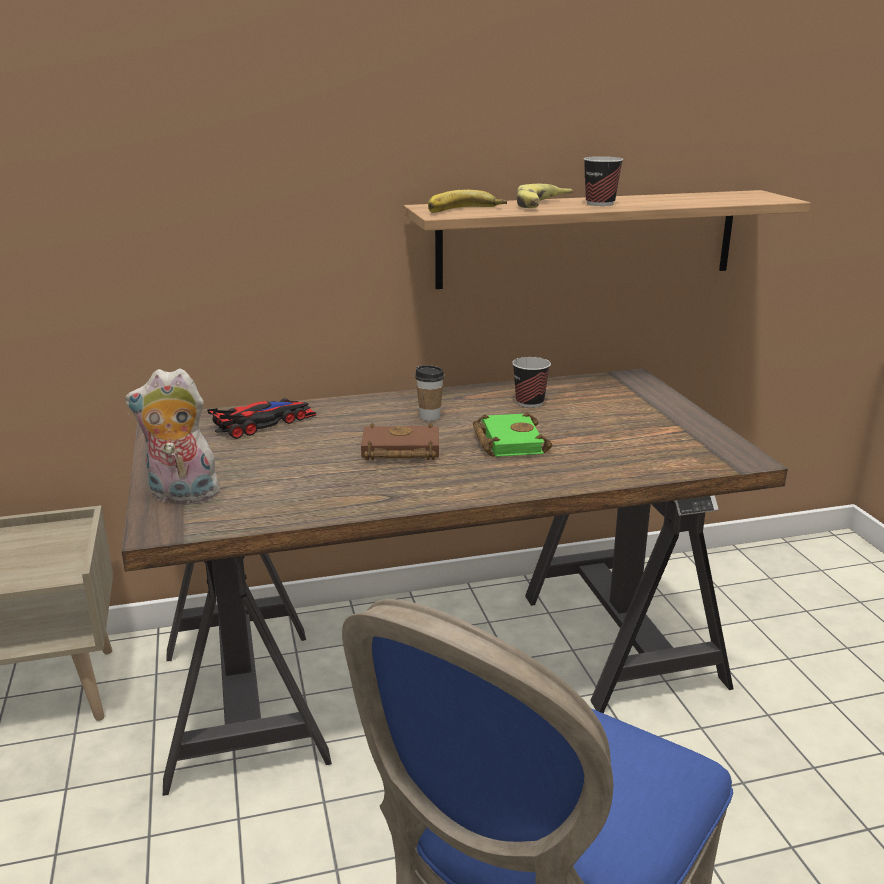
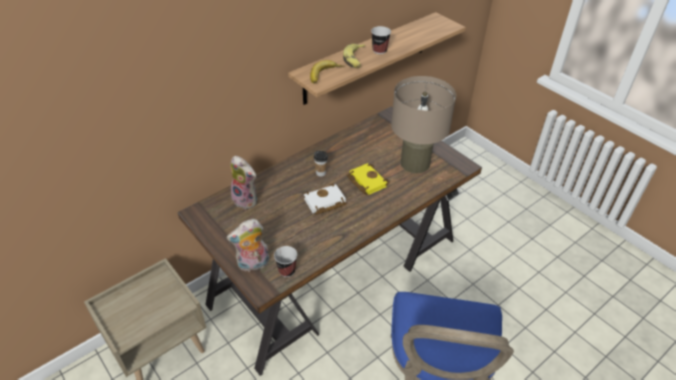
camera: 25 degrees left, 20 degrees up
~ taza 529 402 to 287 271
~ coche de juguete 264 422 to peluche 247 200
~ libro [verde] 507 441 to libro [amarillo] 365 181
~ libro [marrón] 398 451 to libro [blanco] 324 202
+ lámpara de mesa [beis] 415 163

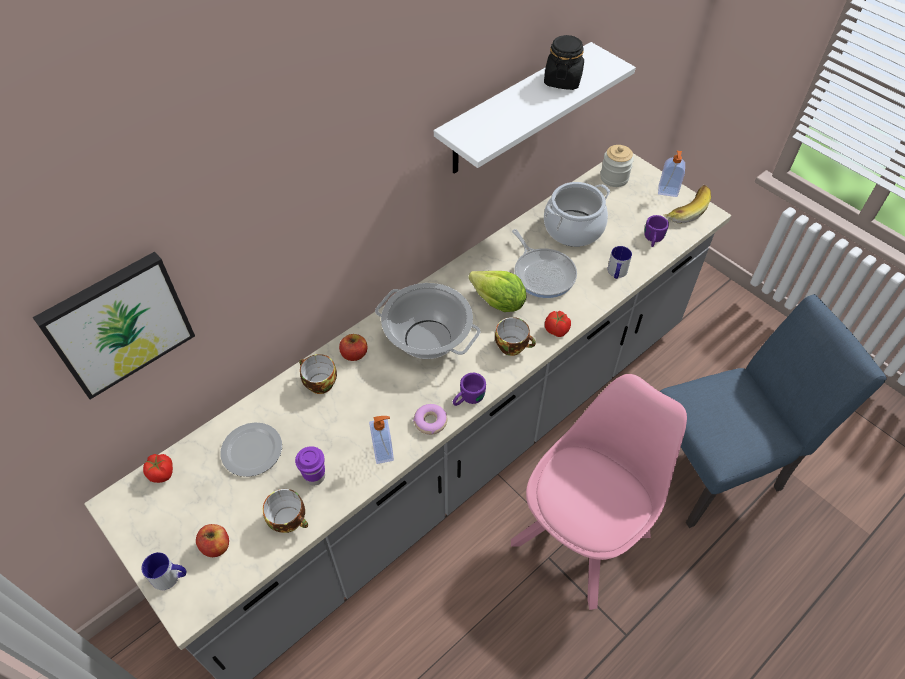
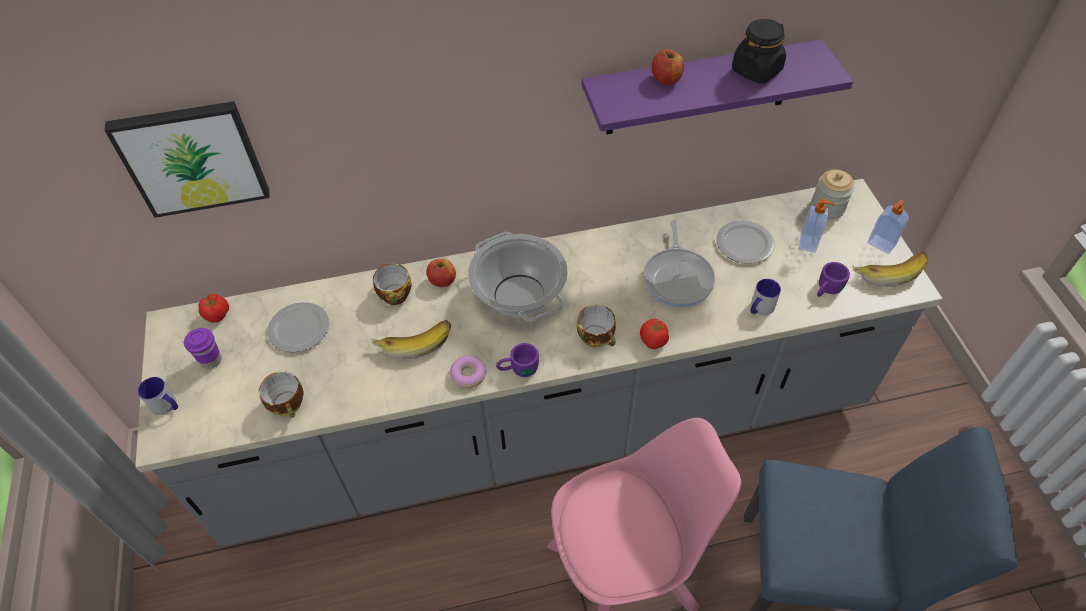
camera: 30 degrees right, 0 degrees up
~ estante [blanco] 514 110 to estante [morado] 699 88
~ olla 573 229 to plato 743 244
- lechuga 498 303
~ dispensador de jabón 384 451 to 808 243
~ taza [morado] 315 476 to 211 360
~ manzana 216 546 to 666 79
+ plátano 414 341

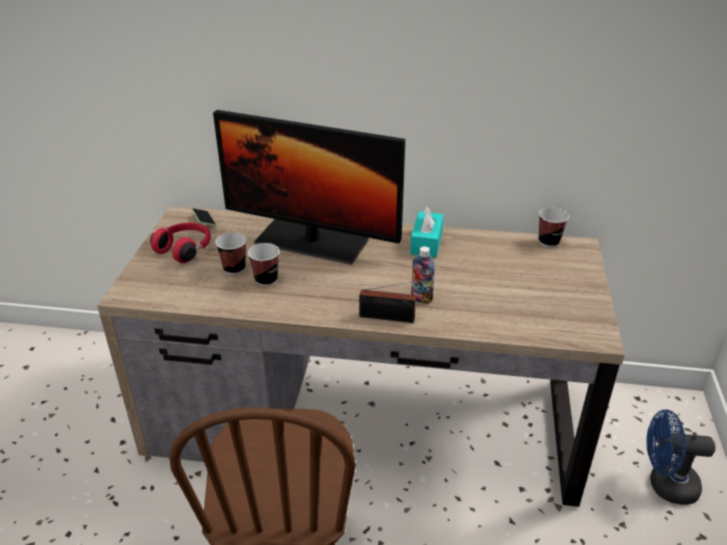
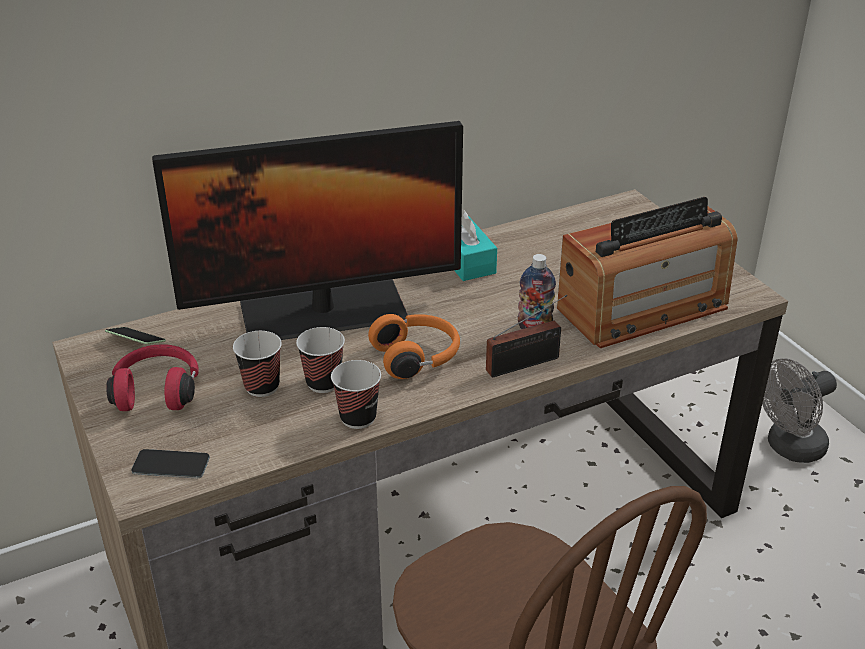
camera: 35 degrees left, 0 degrees up
~ taza 548 242 to 358 418
~ ventilador [azul] 665 485 to ventilador [gris] 789 448
+ radio 643 308
+ auriculares [naranja] 417 357
+ móvil 171 464

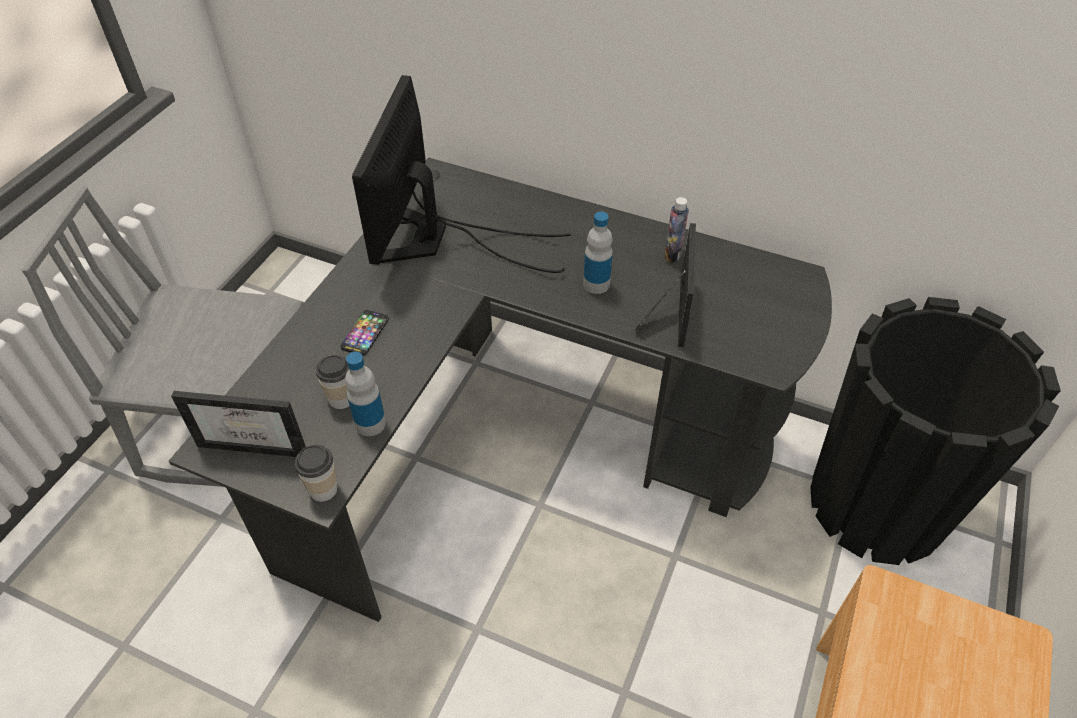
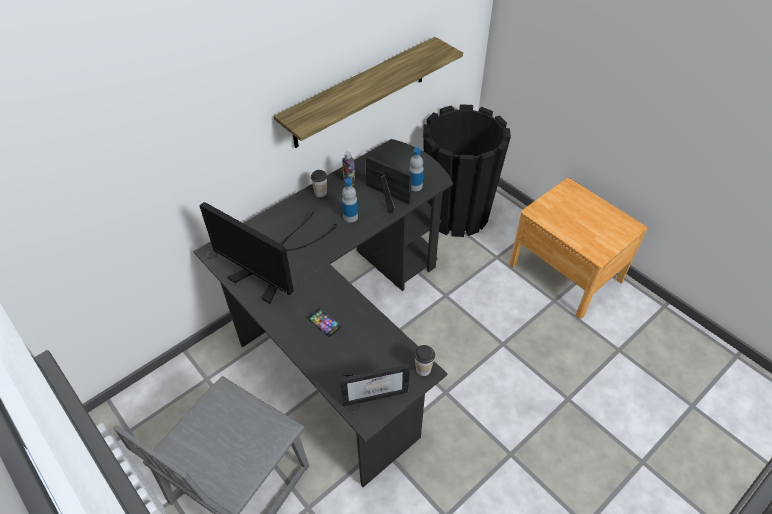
camera: 65 degrees left, 0 degrees up
~ botella 370 423 to 415 186
~ taza 341 399 to 320 193
~ portarretratos 258 440 = 375 391 45 degrees clockwise
+ estante 360 93

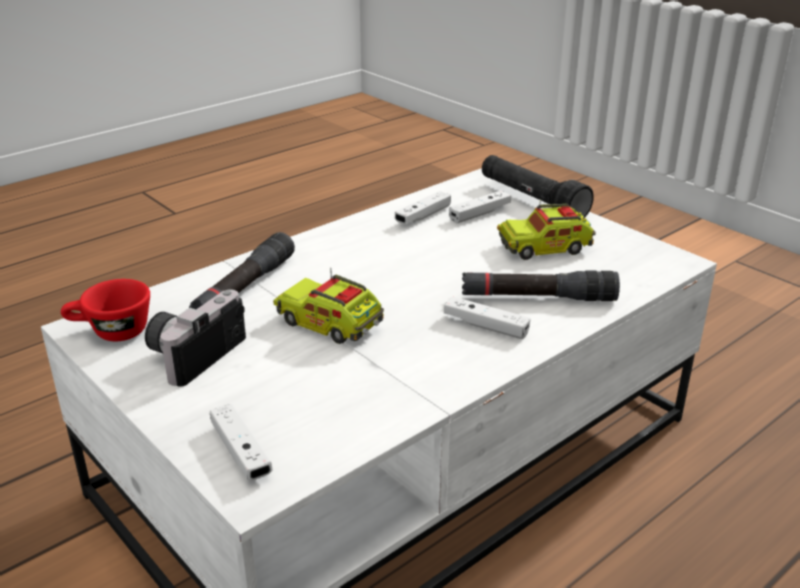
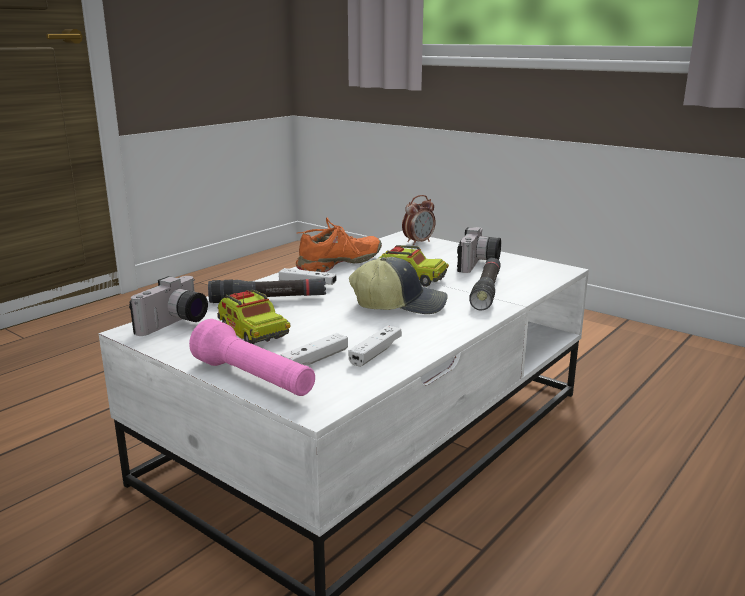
camera: 170 degrees right, 10 degrees down
~ linterna [negro] 531 201 to linterna [rosa] 254 379
~ camión de juguete 545 247 = 252 332 75 degrees clockwise
- taza [rojo] 111 332
~ mando de consola [blanco] 241 452 to despertador 418 242
+ zapato [naranja] 339 264
+ gorra 400 304
+ cámara 175 324

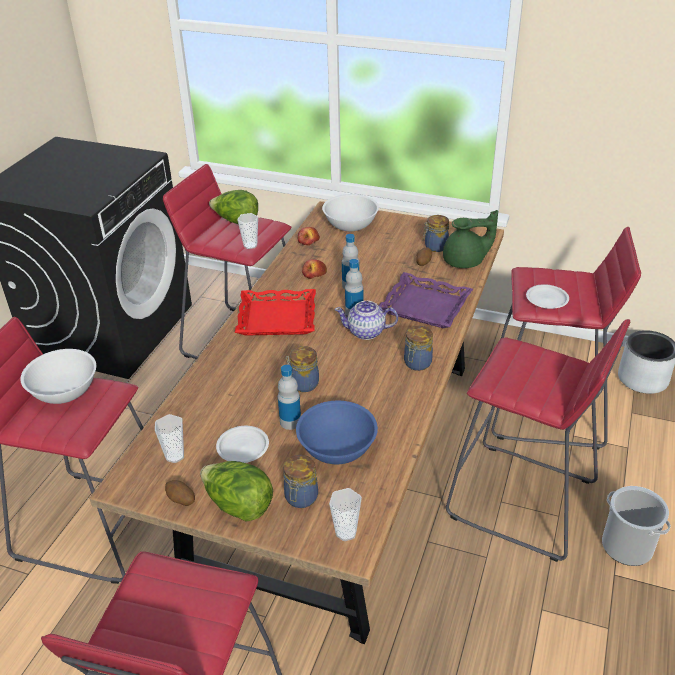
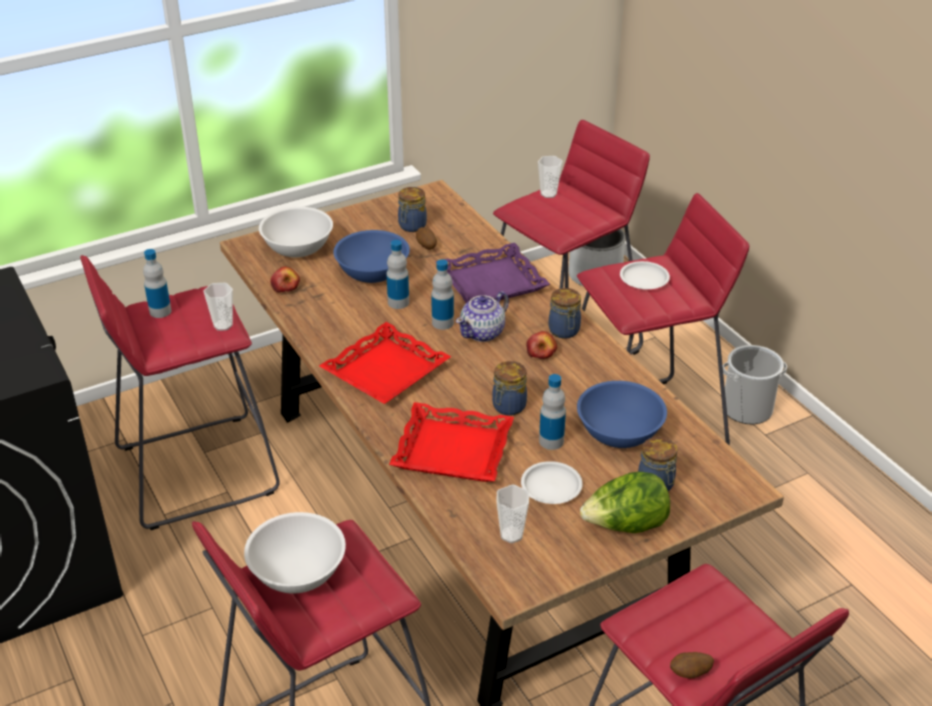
camera: 50 degrees left, 0 degrees up
~ lechuga 236 221 to botella 160 311
- tetera [verde] 465 262
~ manzana 314 275 to 541 352
~ plato [blanco] 547 299 to 644 279
~ patata 181 500 to 690 673
~ taza 346 532 to 548 194
+ cuenco [azul] 372 273
+ bandeja [rojo] 453 450

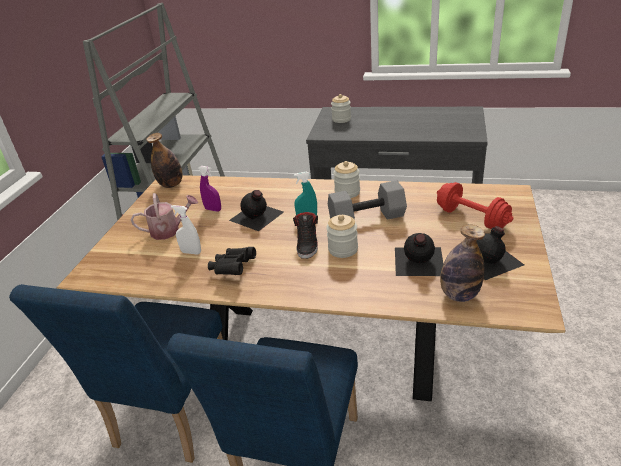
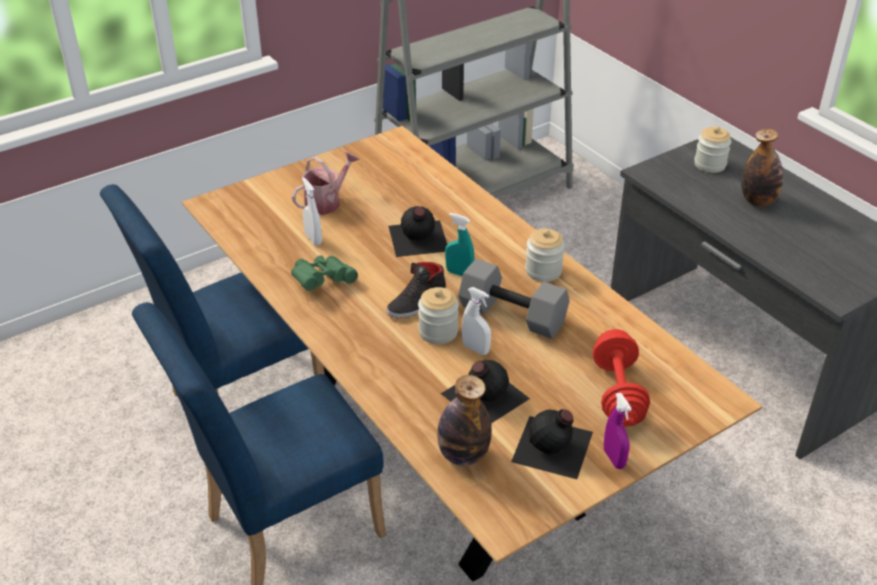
camera: 40 degrees right, 5 degrees up
~ botella 171 184 to 758 201
~ pulverizador [morado] 213 209 to 614 459
~ regadera 169 230 = 326 202 75 degrees counterclockwise
~ prismáticos [negro] 233 269 to prismáticos [verde] 322 281
+ pulverizador [blanco] 475 349

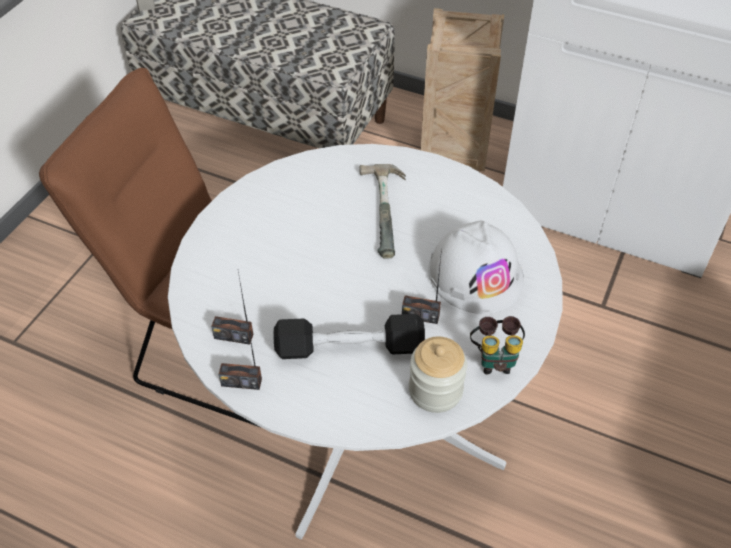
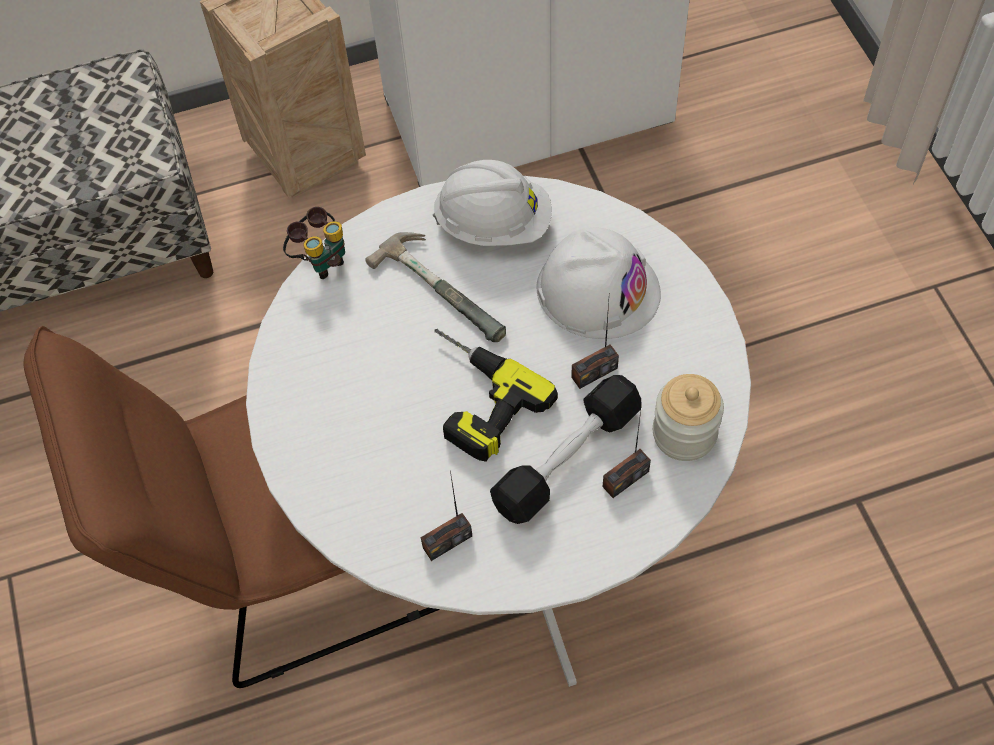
camera: 40 degrees left, 10 degrees up
~ radio 241 382 to 625 478
~ prismáticos 495 359 to 320 260
+ casco [blanco] 494 224
+ taladro 471 398

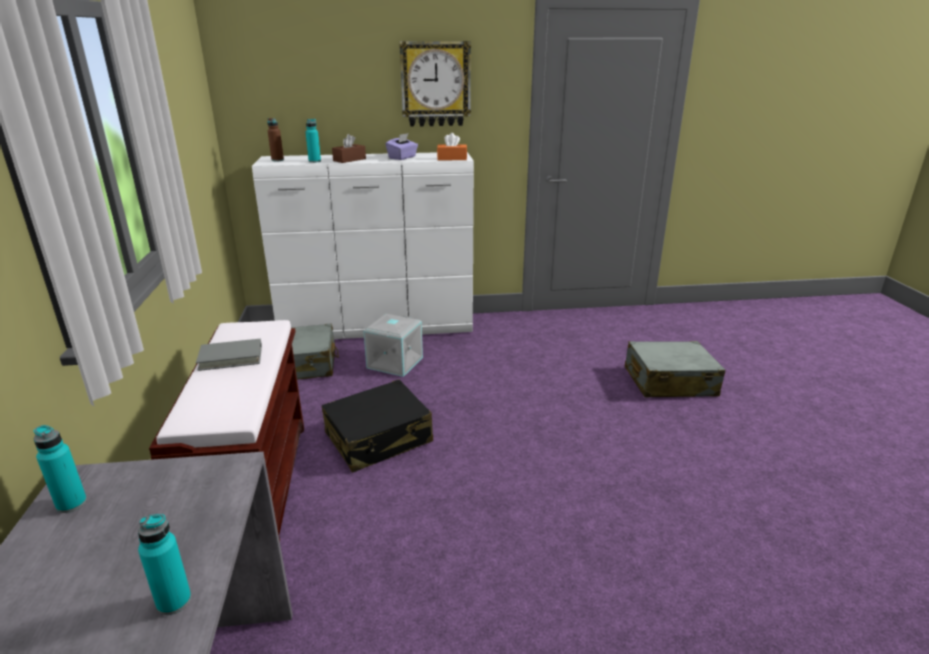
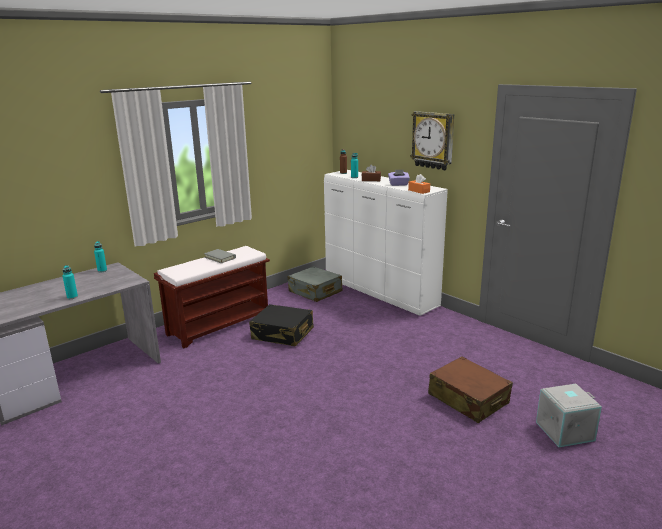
camera: 55 degrees right, 5 degrees down
~ caja de almacenaje [gris] 394 362 to 564 430
~ maleta [gris] 669 382 to maleta [marrón] 468 399

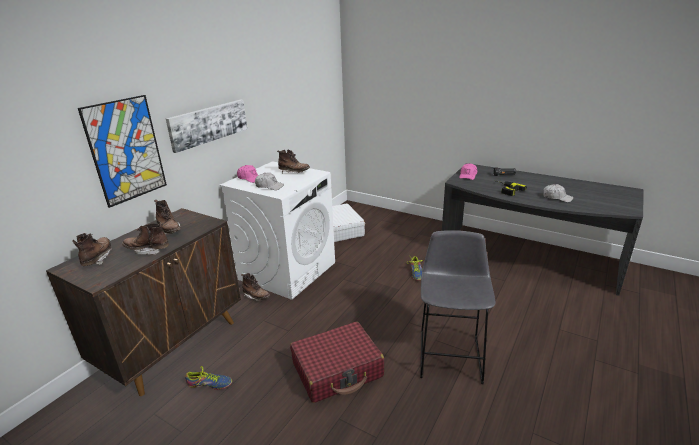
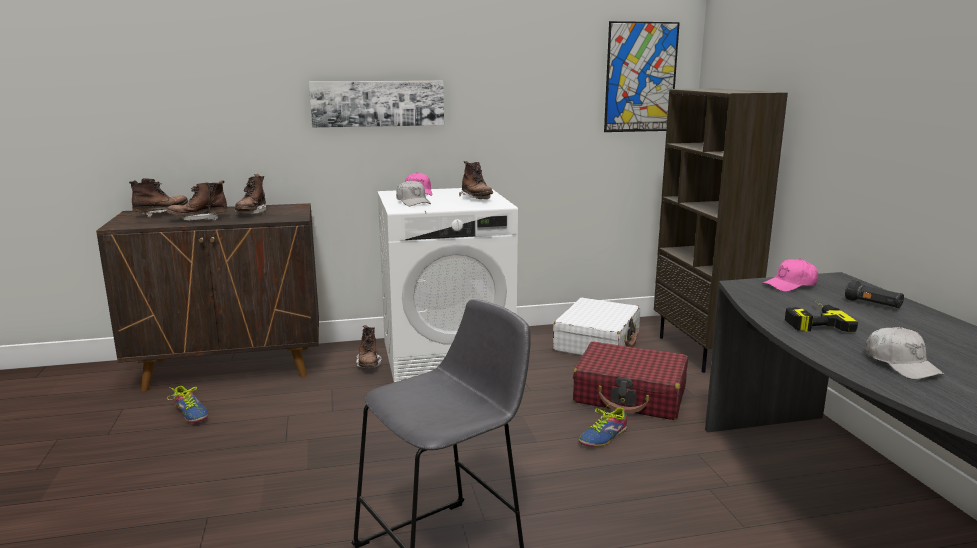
camera: 45 degrees right, 10 degrees down
~ cuadro 126 150 to 640 77
~ bota [marrón] 148 250 = 199 219 75 degrees counterclockwise
~ maleta [rojo] 337 370 to 630 395
+ estantería [marrón] 701 352

